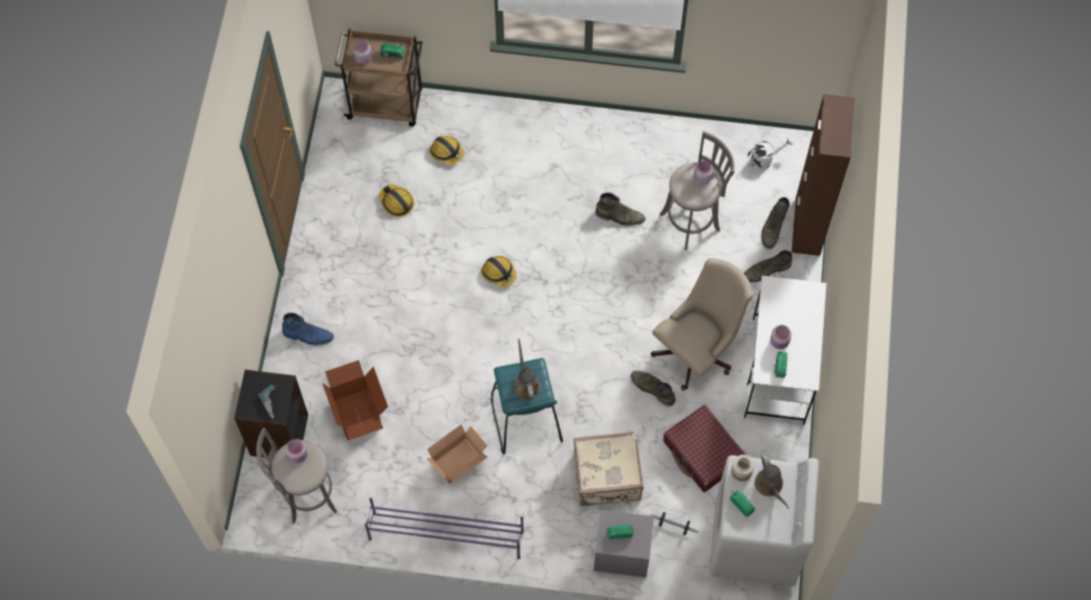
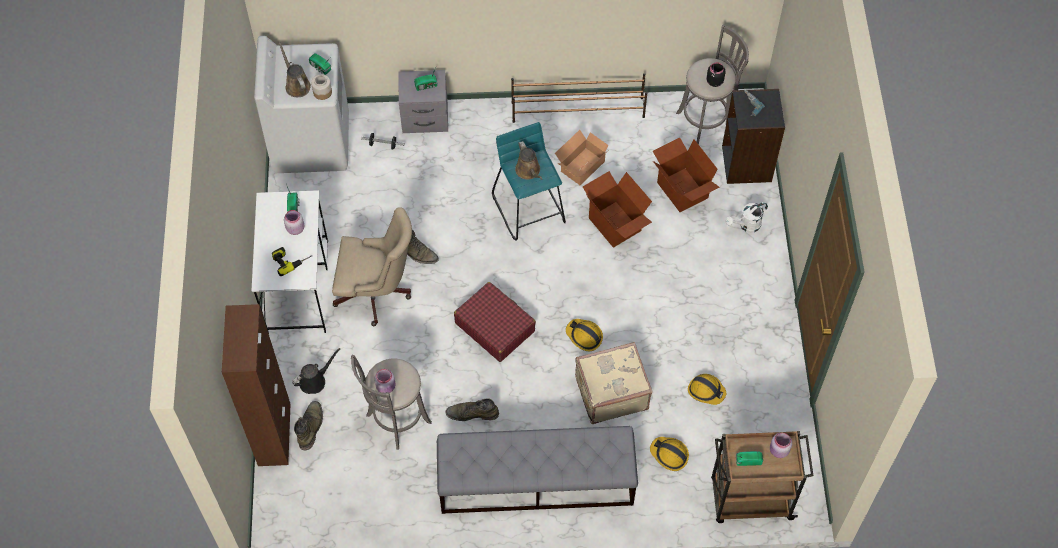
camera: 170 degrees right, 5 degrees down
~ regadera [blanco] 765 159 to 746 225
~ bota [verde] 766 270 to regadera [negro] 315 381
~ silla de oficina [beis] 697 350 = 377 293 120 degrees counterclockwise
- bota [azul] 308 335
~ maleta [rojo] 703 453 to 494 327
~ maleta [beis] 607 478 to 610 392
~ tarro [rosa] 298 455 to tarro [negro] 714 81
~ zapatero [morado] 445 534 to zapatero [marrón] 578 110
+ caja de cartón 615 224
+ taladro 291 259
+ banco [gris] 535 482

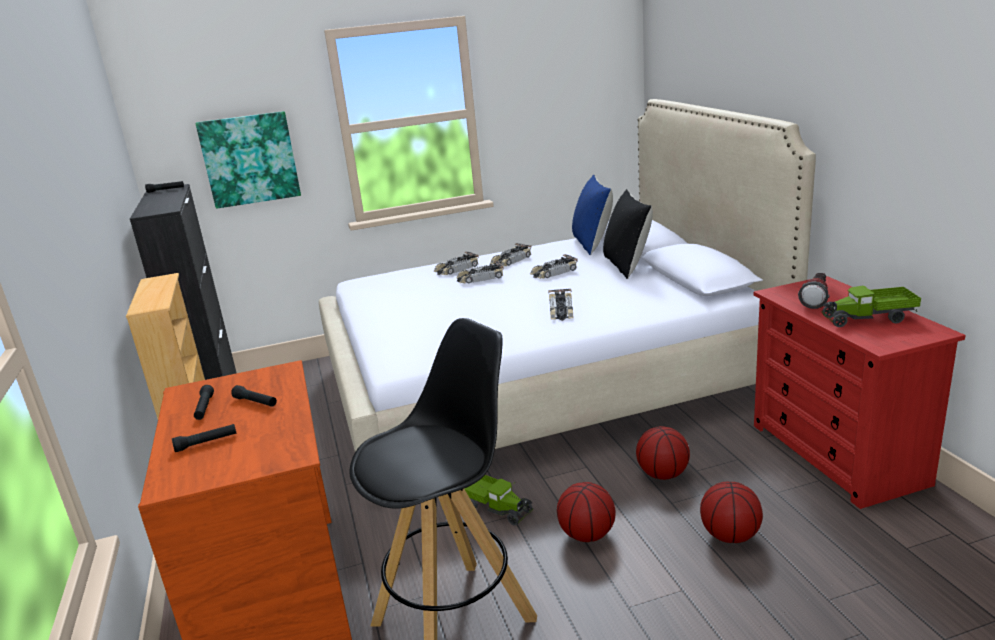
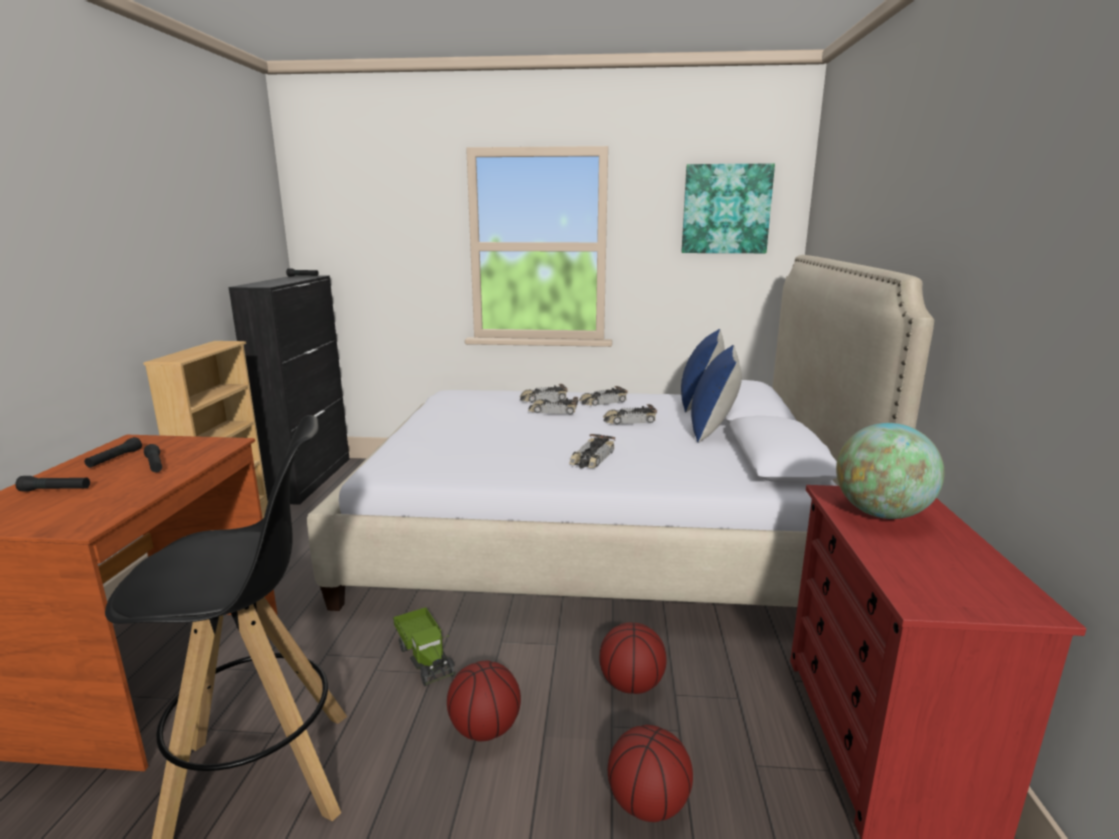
camera: 20 degrees right, 5 degrees down
~ cuadro 250 159 to 726 209
~ cojín [negro] 627 266 to cojín [azul] 713 430
~ linterna 816 299 to globo terráqueo 881 514
- camión de juguete 869 319

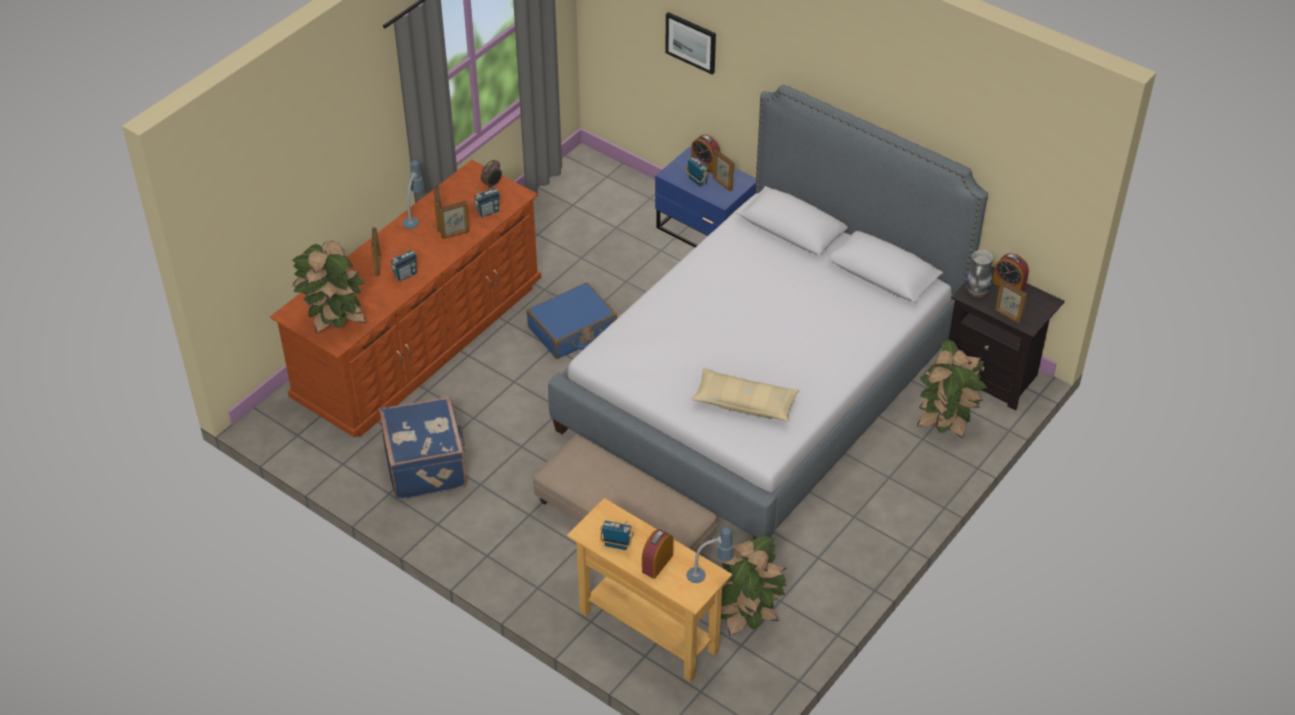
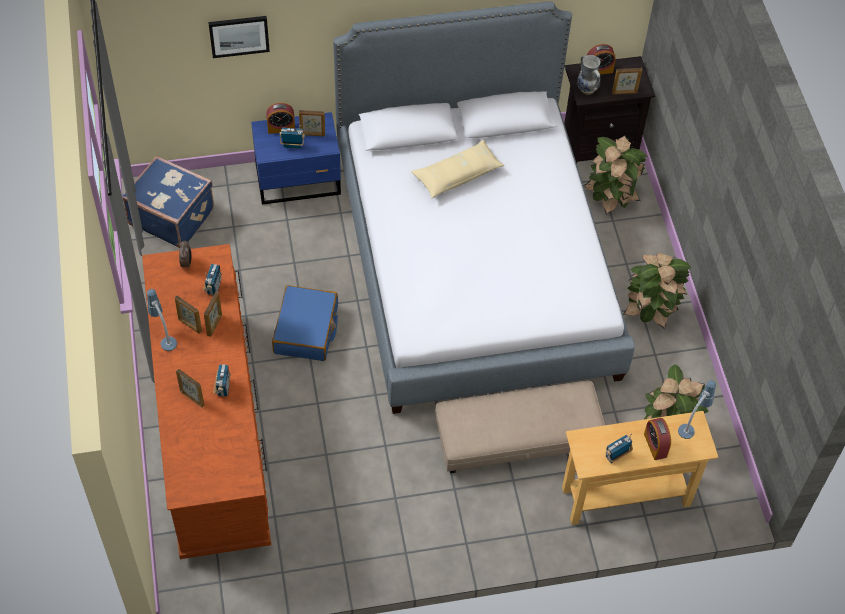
camera: 50 degrees left, 10 degrees up
~ planta en maceta 334 322 to 650 313
~ cojín [beis] 744 402 to 457 175
~ maleta [azul] 427 465 to 172 216

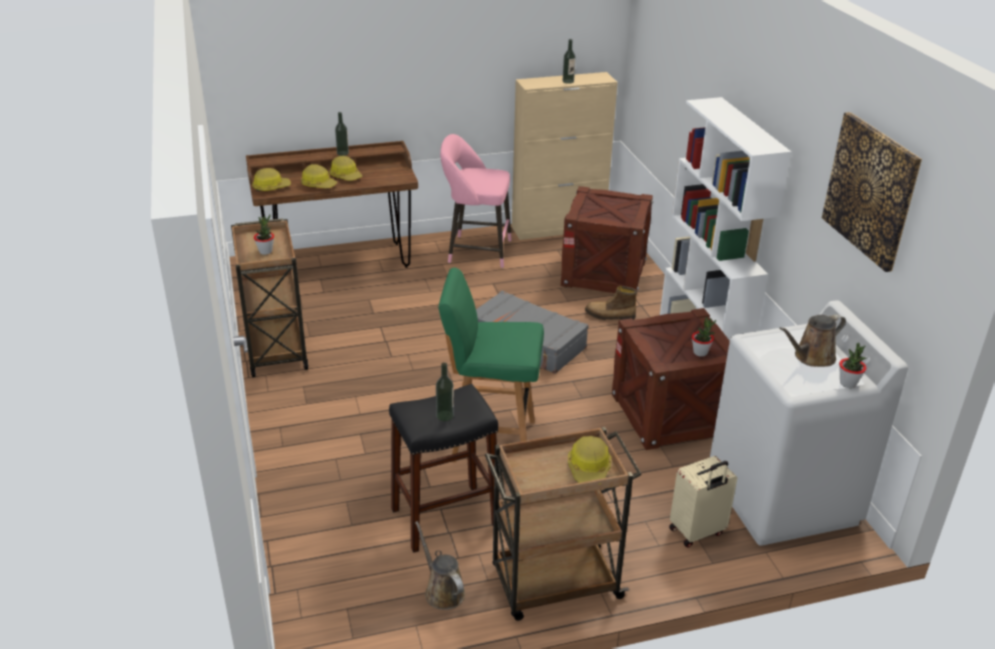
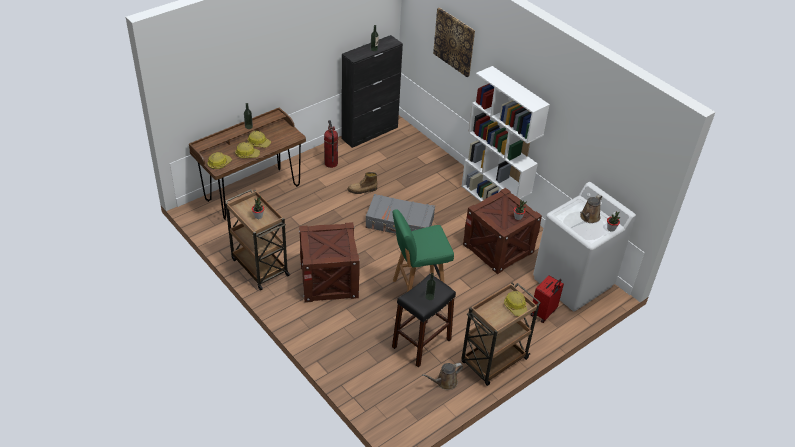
camera: 25 degrees left, 10 degrees up
~ armario [beis] 559 228 to armario [negro] 370 133
~ cuadro 871 190 to 454 42
~ taburete [rosa] 475 251 to extintor 331 163
~ caja de embalaje 603 273 to 329 280
~ bota 609 316 to 362 190
~ maleta [beis] 697 532 to maleta [rojo] 543 313
~ regadera [marrón] 442 591 = 444 382 60 degrees counterclockwise

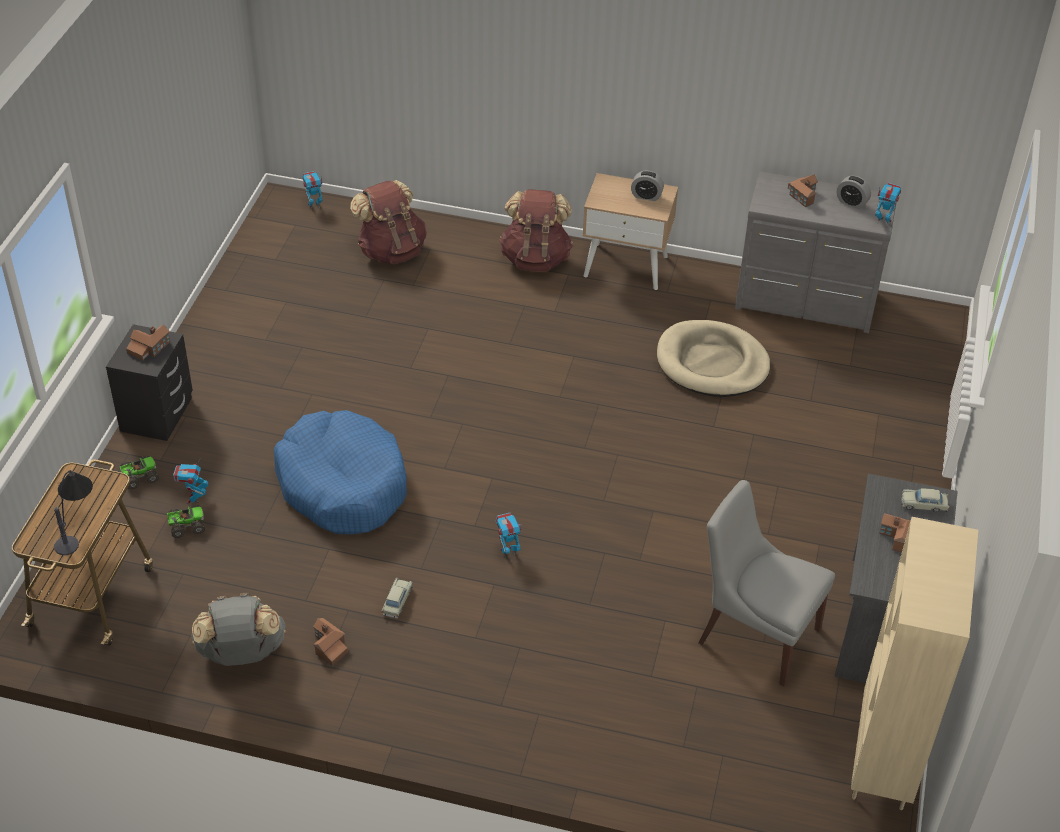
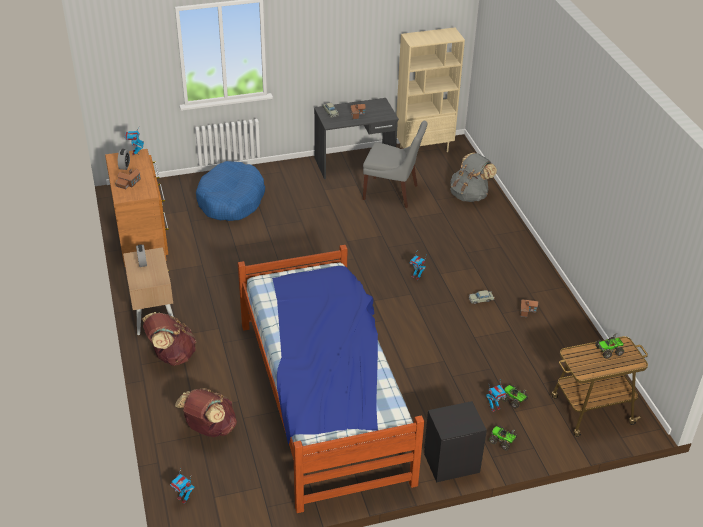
camera: 120 degrees left, 5 degrees down
~ cómoda [gris] 806 303 to cómoda [marrón] 142 237
- cama para perro [beis] 712 363
- casita 149 348
~ cama para perro [azul] 342 485 to 231 200
~ lámpara de mesa 76 527 to camión de juguete 609 350
~ silla [gris] 755 633 = 392 193 75 degrees counterclockwise
~ mochila [gris] 241 653 to 469 195
+ cama 324 399

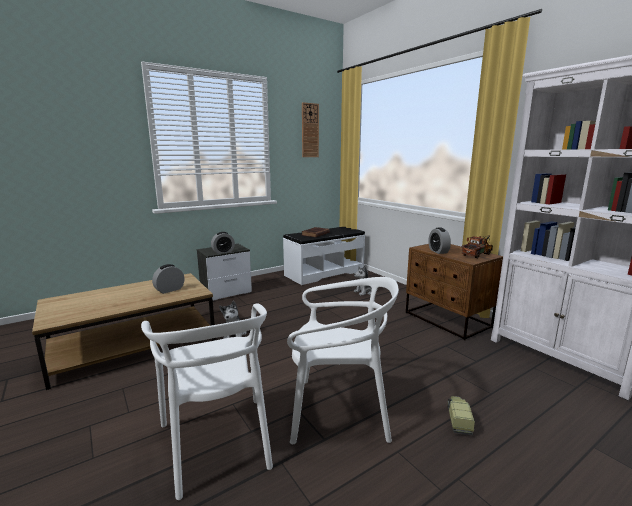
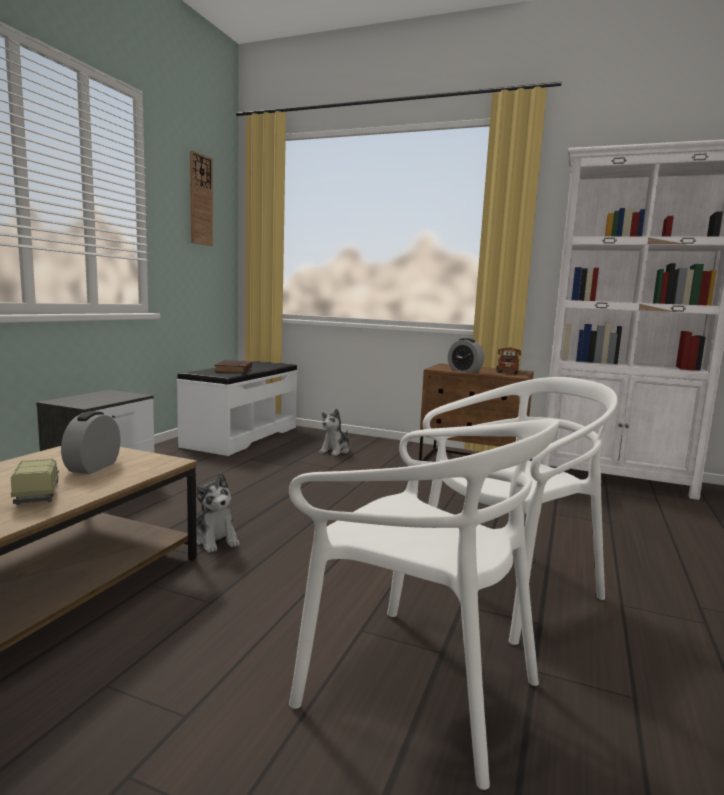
camera: 35 degrees left, 5 degrees down
- despertador 223 252
~ camión de juguete 458 420 to 38 493

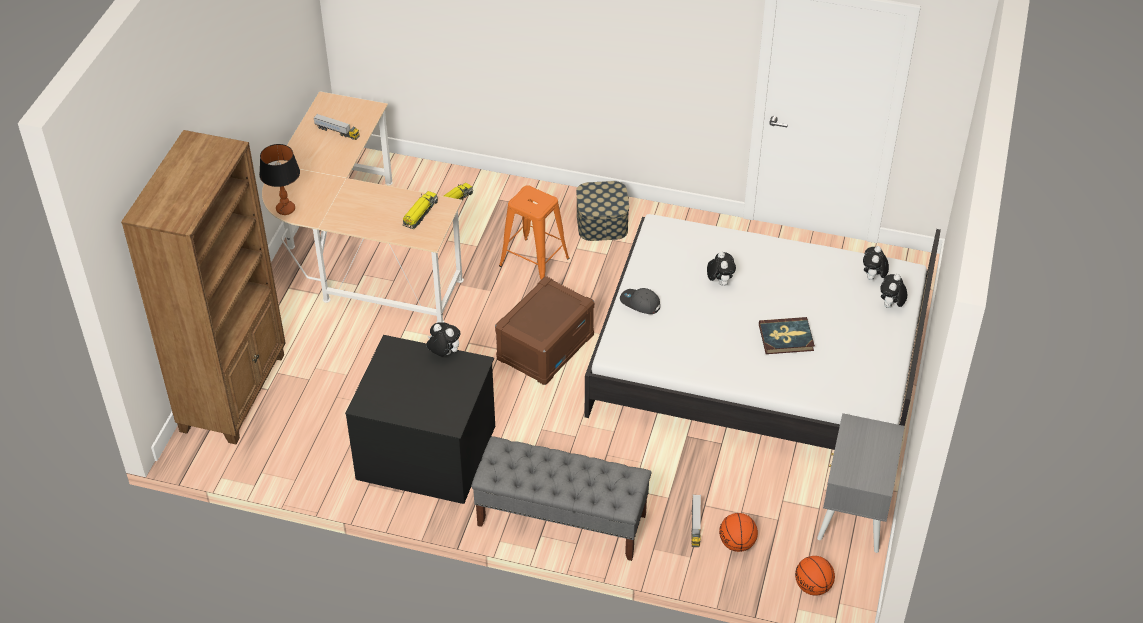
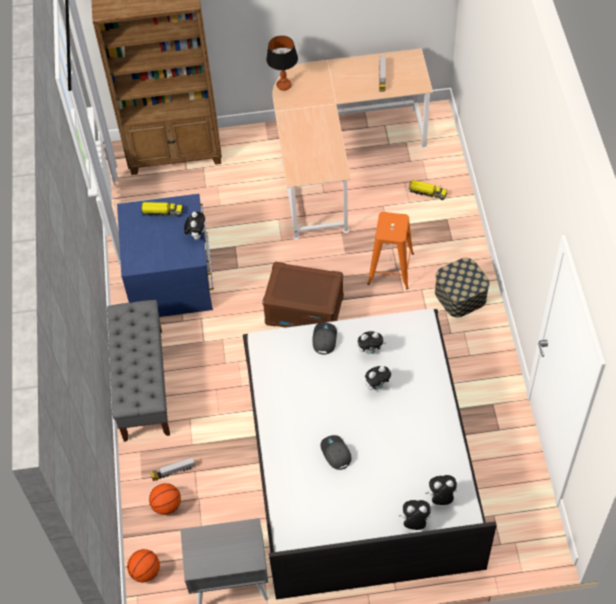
camera: 70 degrees right, 10 degrees up
~ camión de juguete 420 214 to 162 212
~ libro 786 338 to gorra [gris] 335 453
~ cómoda [negro] 427 450 to cómoda [azul] 172 279
+ peluche 370 350

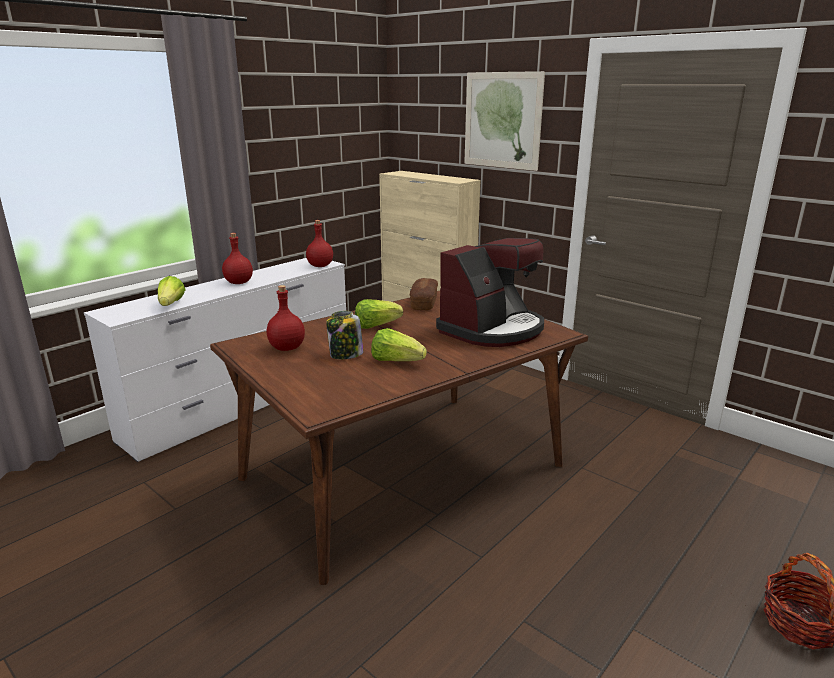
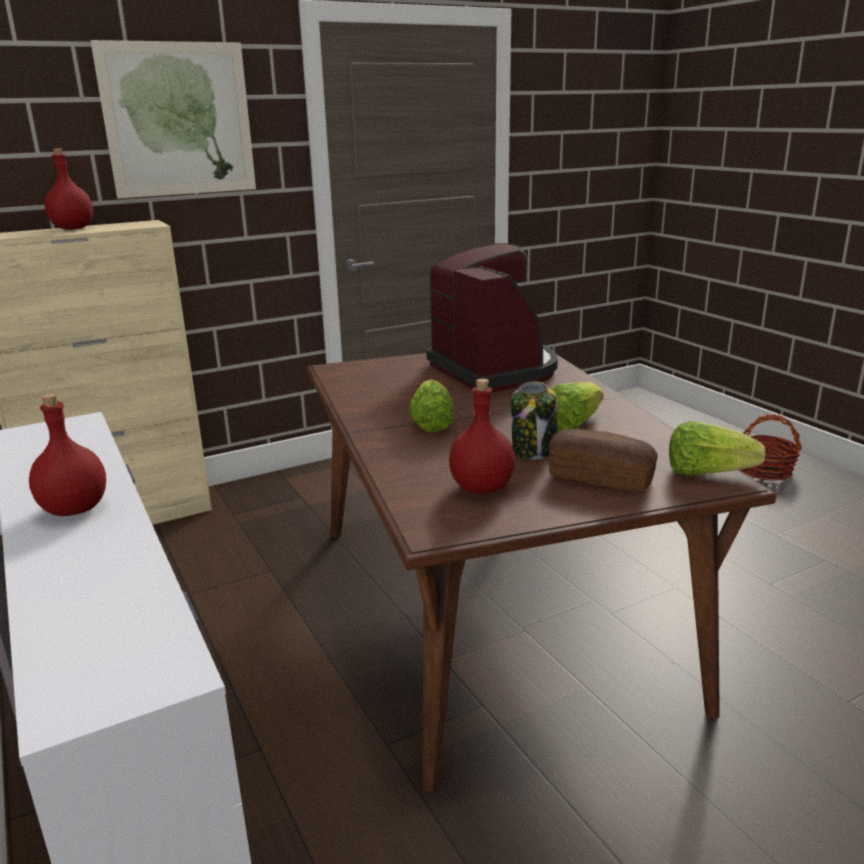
camera: 70 degrees left, 0 degrees up
~ botella [rojo] 320 266 to 72 228
~ lechuga 171 304 to 707 473
~ pan 424 303 to 600 478

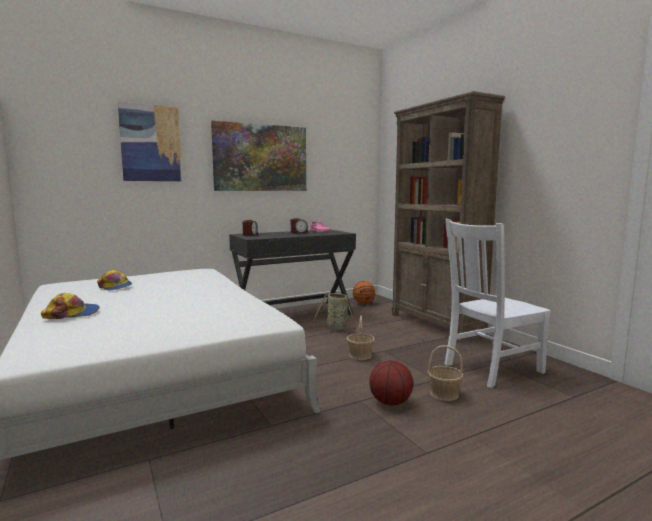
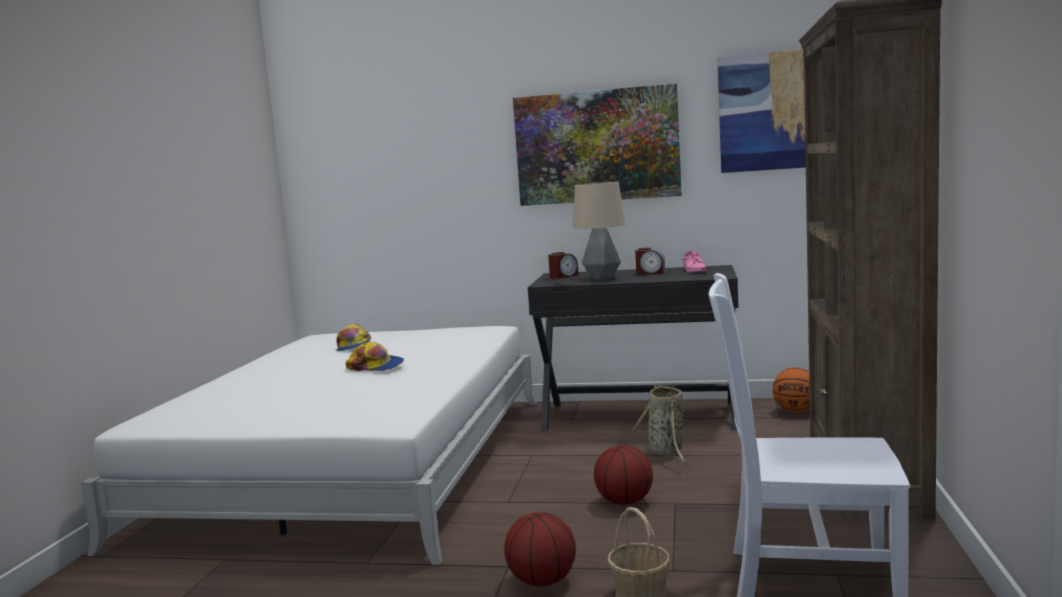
camera: 40 degrees right, 0 degrees up
~ cuadro 151 143 to 763 112
~ gorra 72 313 to 376 366
~ cesta 360 355 to balón de baloncesto 625 502
+ lámpara de mesa 601 278

